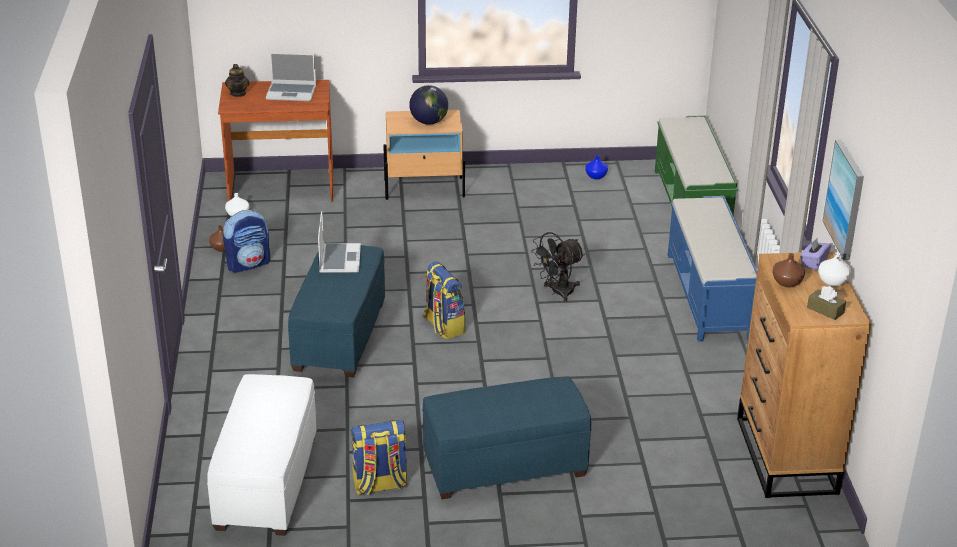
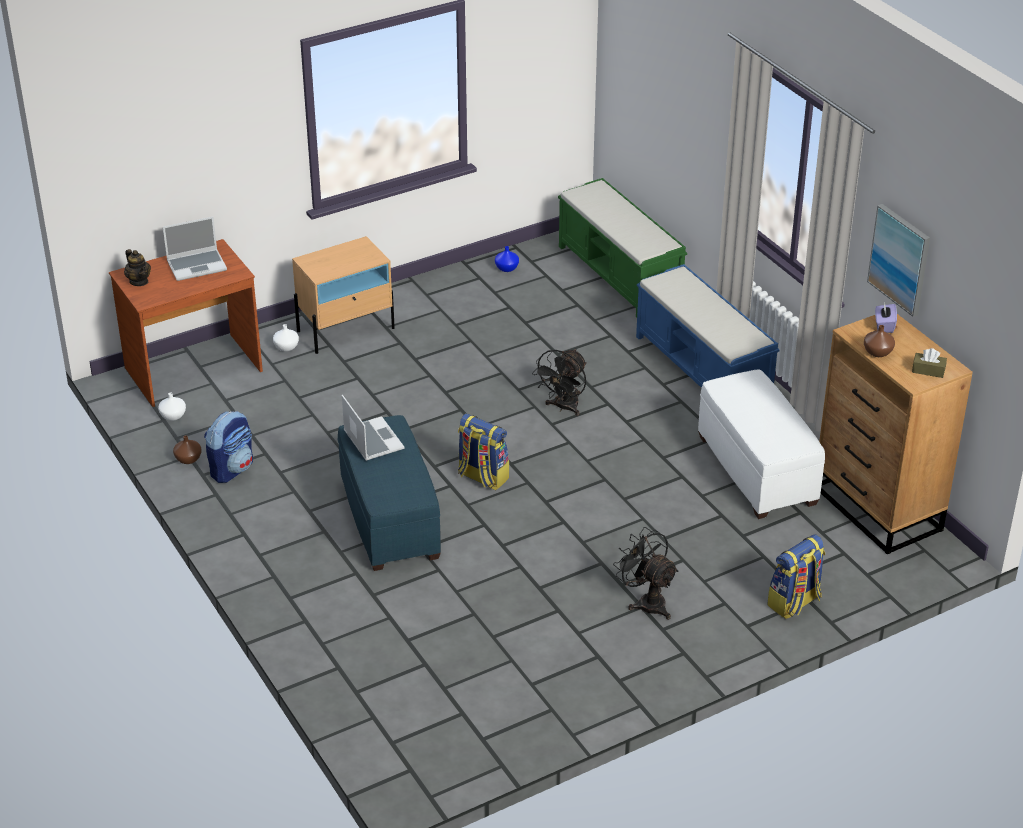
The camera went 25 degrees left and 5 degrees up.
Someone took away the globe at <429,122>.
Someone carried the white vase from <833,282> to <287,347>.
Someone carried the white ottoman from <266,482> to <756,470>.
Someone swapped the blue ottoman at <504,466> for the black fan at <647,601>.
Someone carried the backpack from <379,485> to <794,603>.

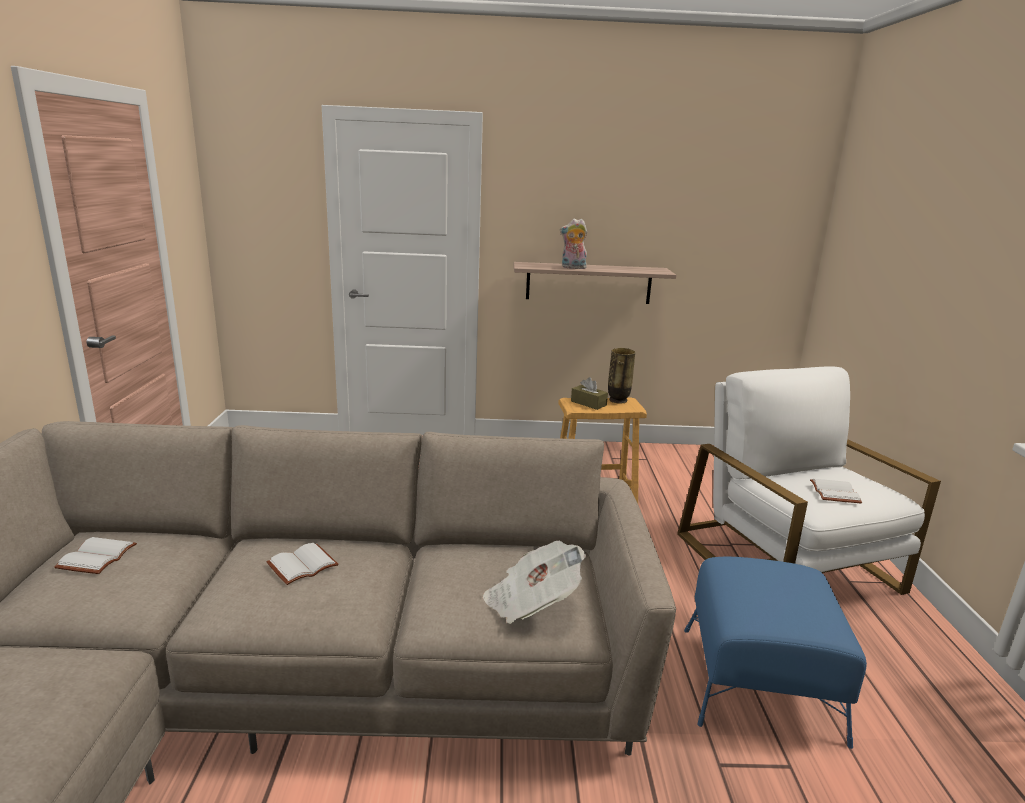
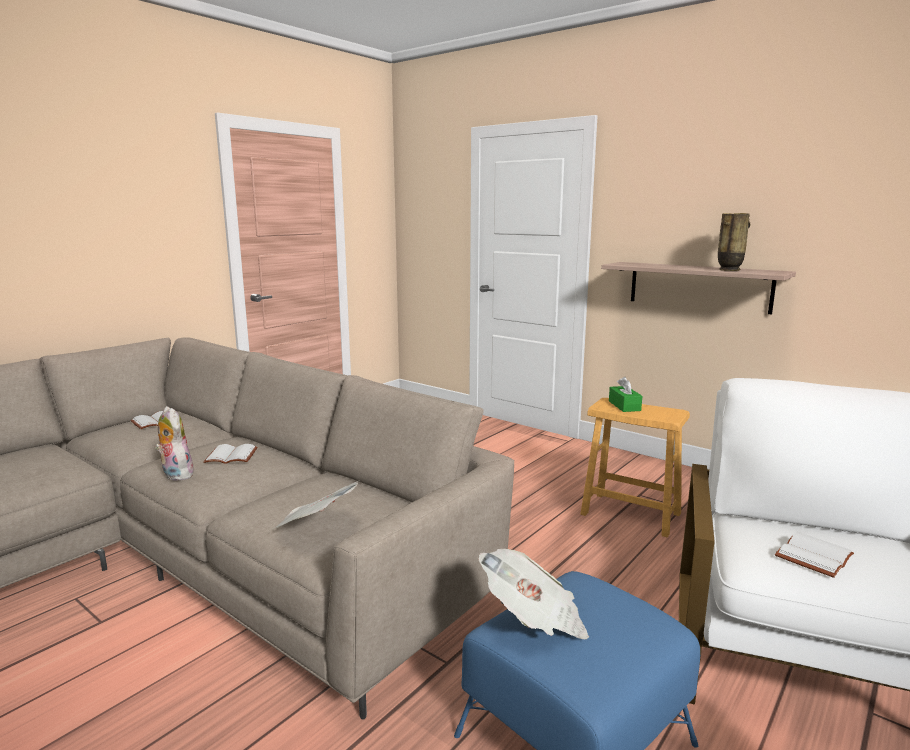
The camera went 40 degrees right and 5 degrees down.
Someone carried the plush toy from <572,268> to <175,474>.
Someone carried the vase from <618,400> to <729,270>.
Someone repainted the brown tissue box at <588,403>, which became the green tissue box at <624,406>.
Someone put down the newspaper at <534,619>.

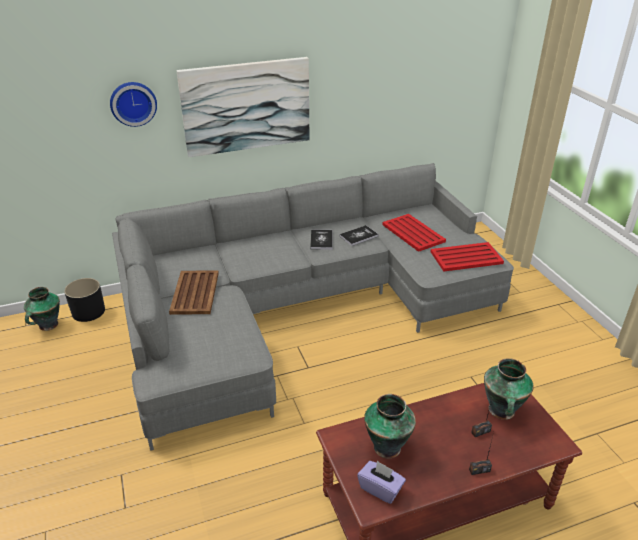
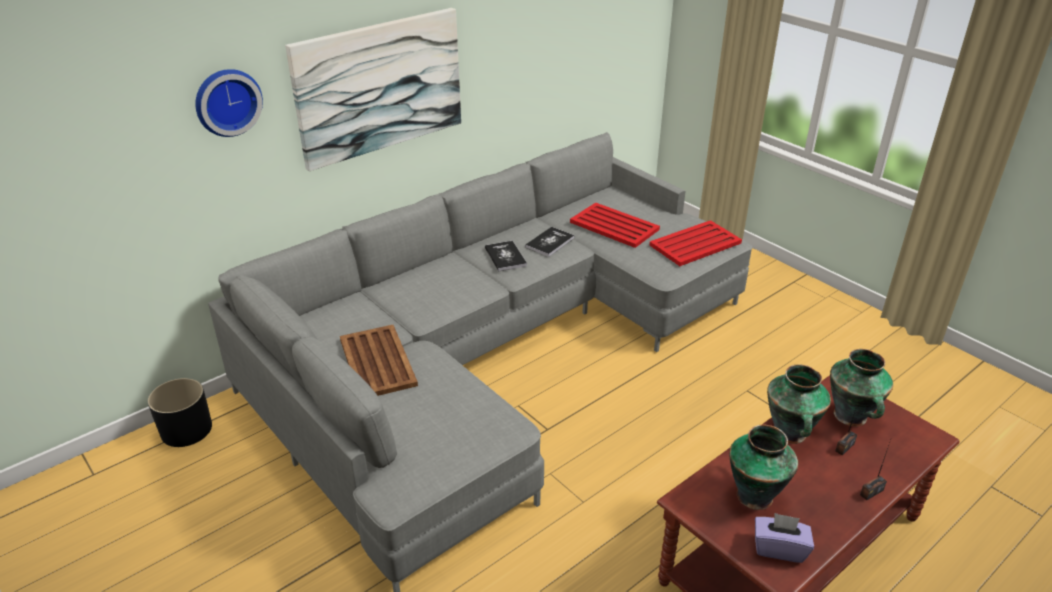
The camera went 20 degrees left and 0 degrees up.
Someone carried the vase from <47,325> to <790,434>.

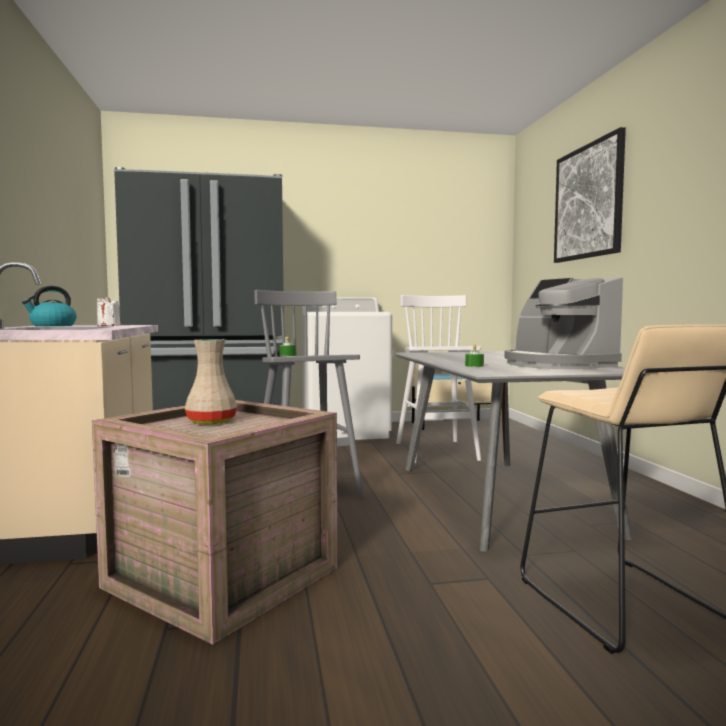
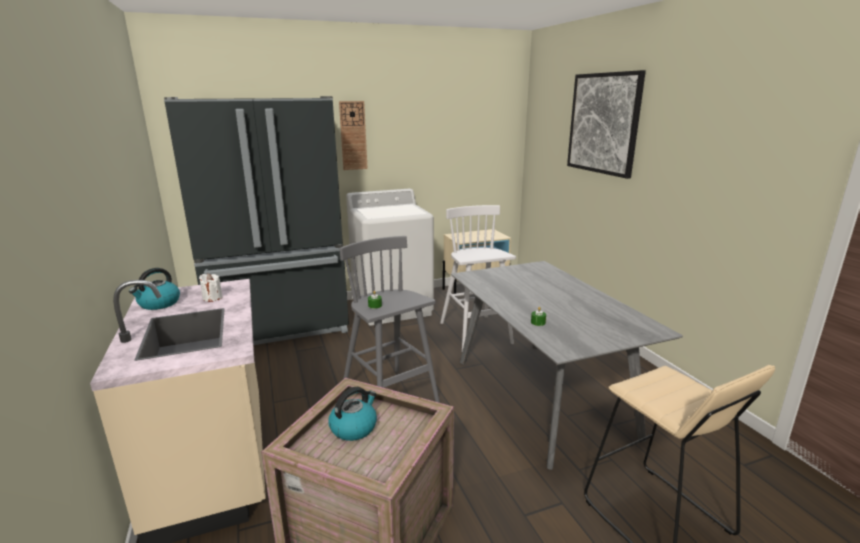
The camera went 10 degrees left and 15 degrees up.
Someone took away the coffee machine at <556,365>.
Someone swapped the beige vase at <210,421> for the kettle at <354,427>.
Someone put up the wall clock at <353,135>.

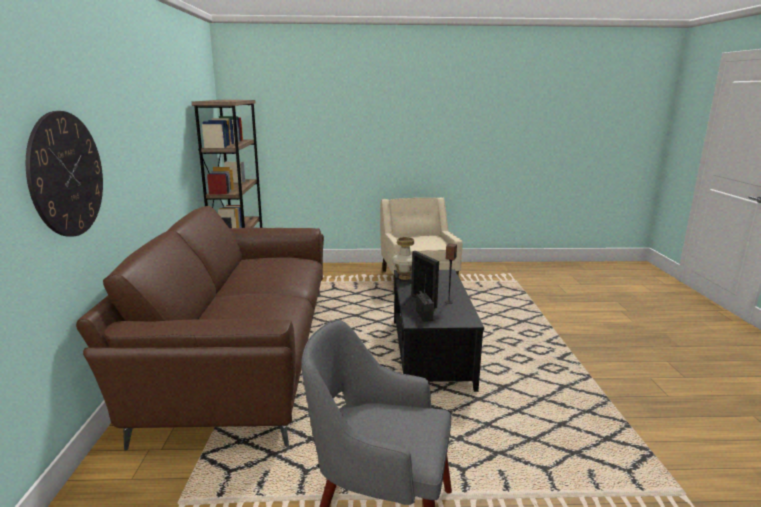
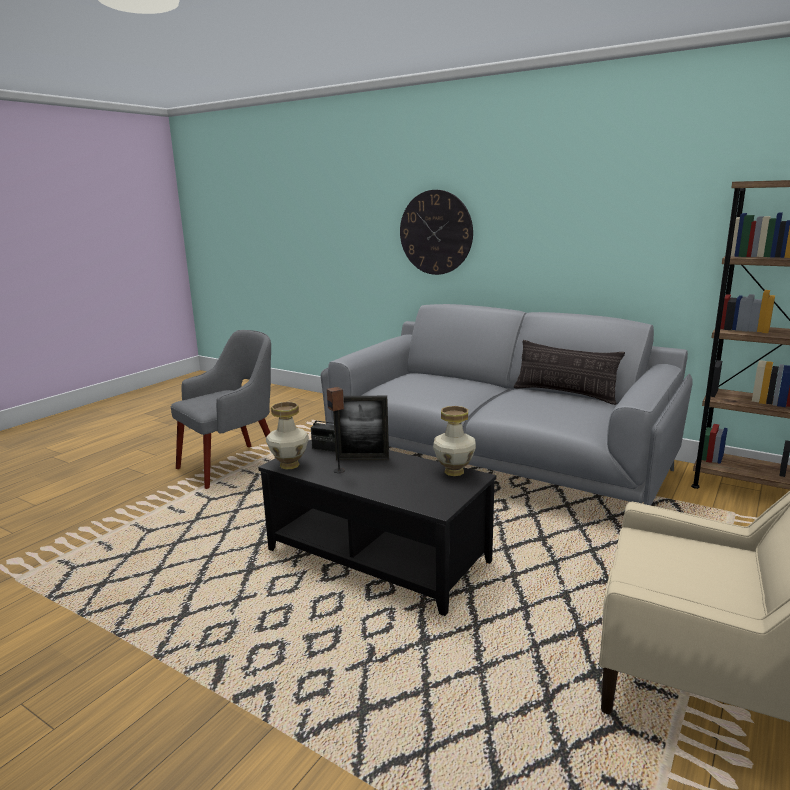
The camera went 125 degrees right and 0 degrees up.
Someone repainted the brown sofa at <242,352>, which became the grey sofa at <498,459>.
Someone put down the pillow at <565,394>.
Someone put down the vase at <289,465>.

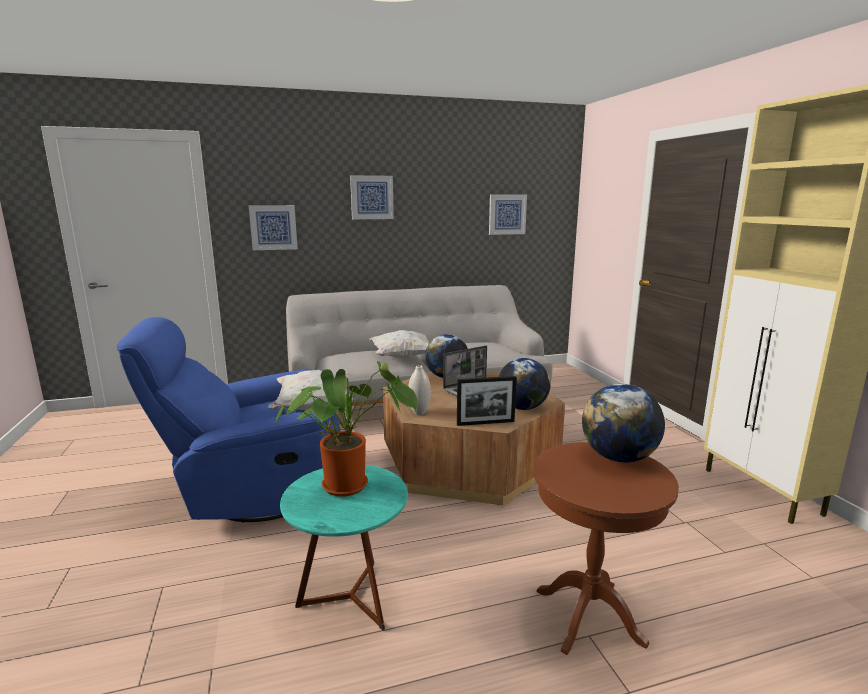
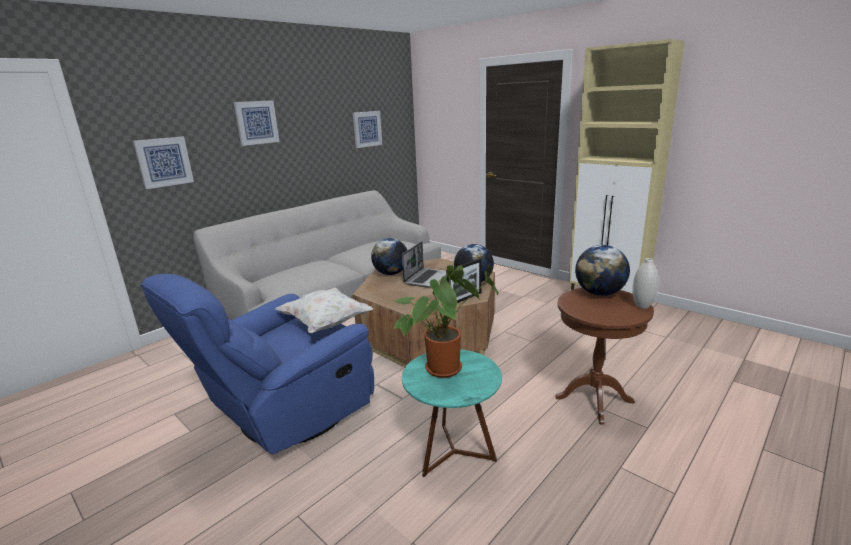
The camera went 30 degrees left and 5 degrees up.
Someone took away the white pillow at <402,357>.
Someone carried the white vase from <419,413> to <642,306>.

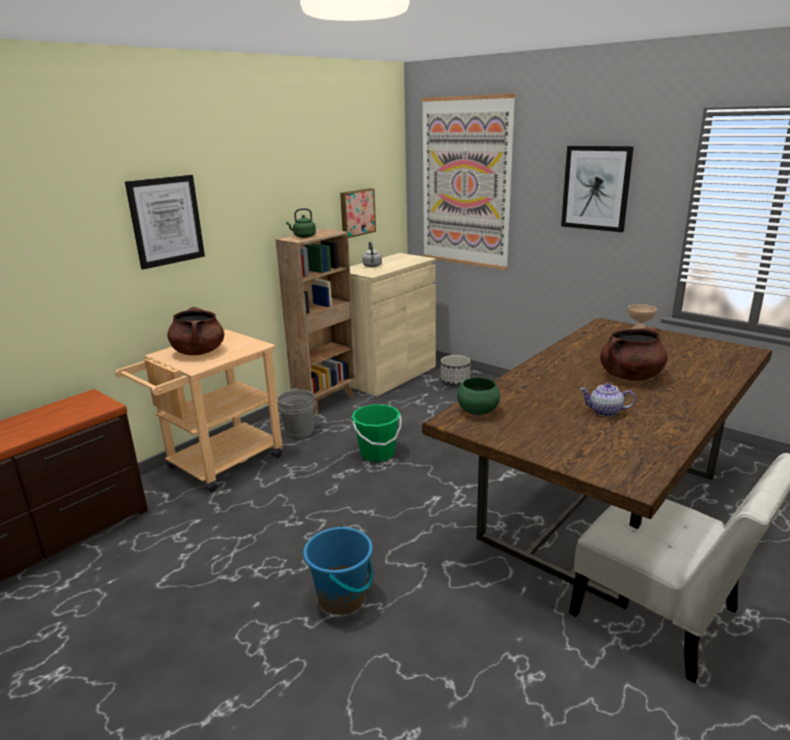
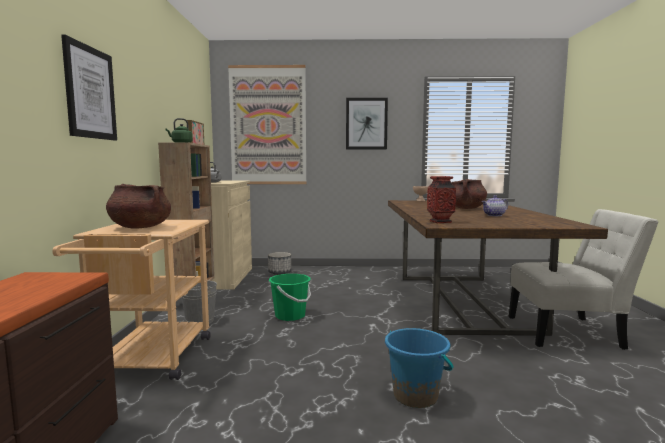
The camera went 40 degrees left and 15 degrees down.
Someone swapped the green bowl at <477,411> for the vase at <440,222>.

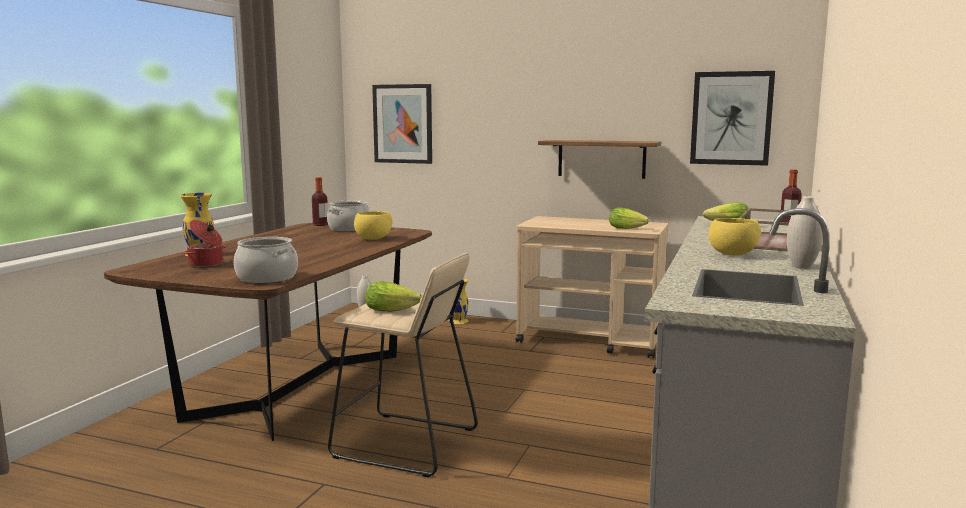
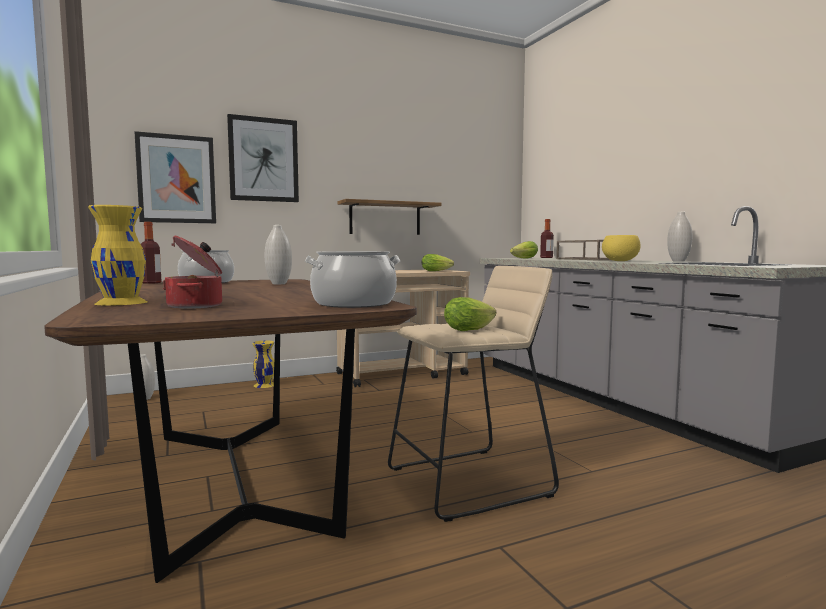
The camera went 45 degrees left and 5 degrees down.
Someone carried the picture from <731,118> to <263,160>.
Someone swapped the yellow bowl at <373,239> for the white vase at <279,284>.

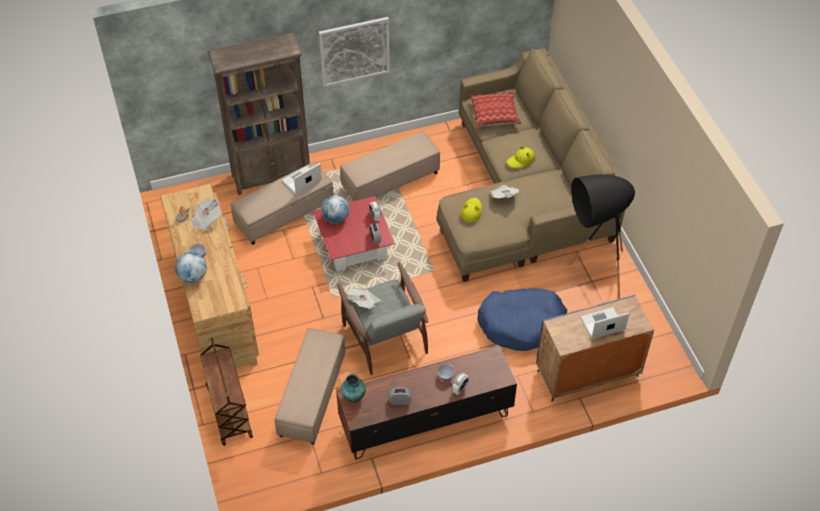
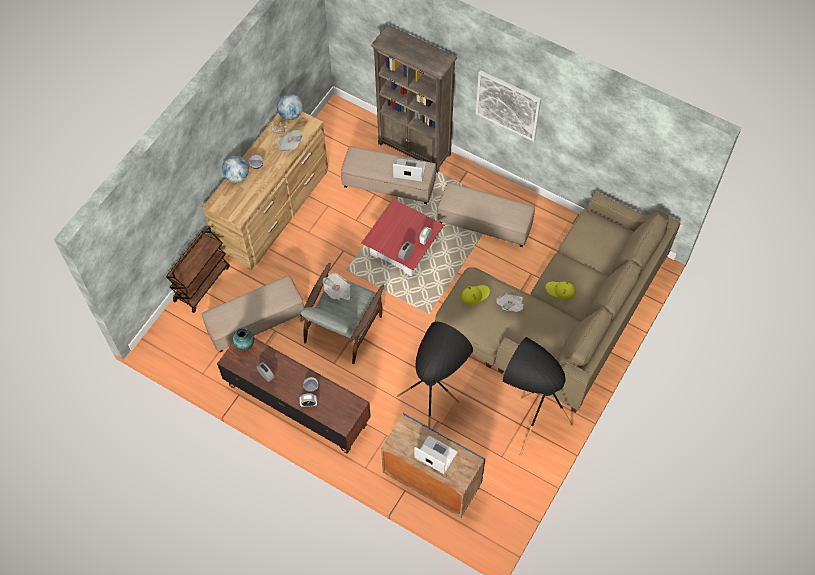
The camera went 50 degrees right and 10 degrees up.
Someone took away the pillow at <495,114>.
Someone carried the globe from <335,218> to <290,114>.
Someone swapped the blue dog bed at <521,324> for the black floor lamp at <435,405>.

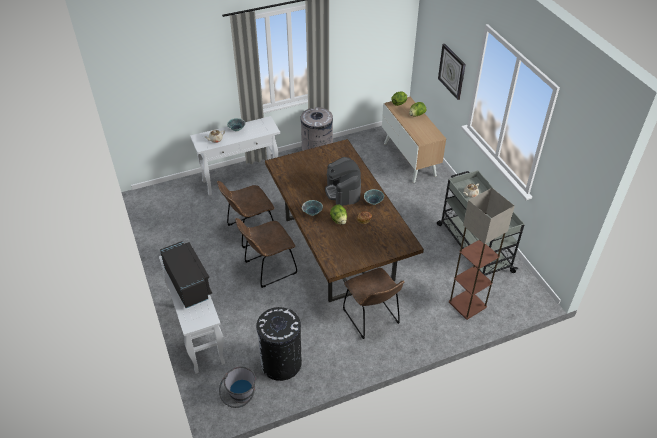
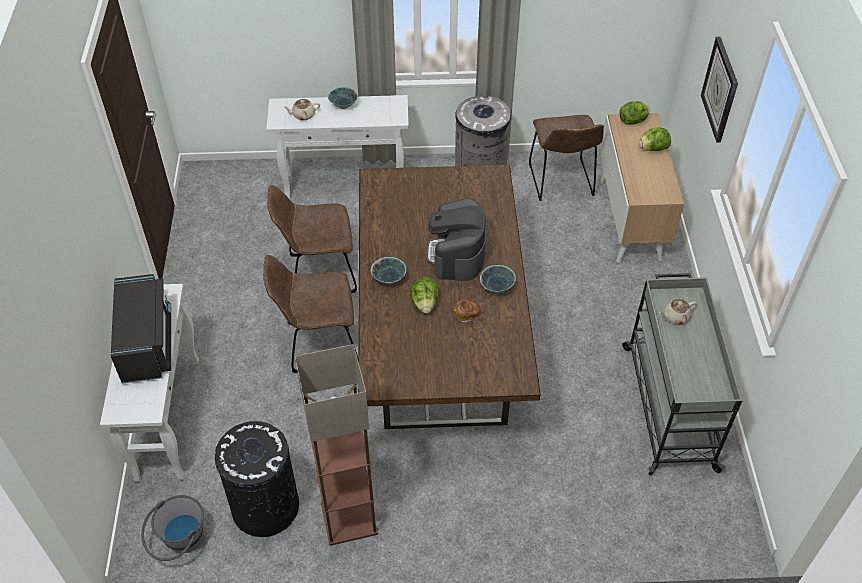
The camera went 20 degrees right and 5 degrees up.
Someone carried the floor lamp from <467,305> to <348,519>.
Someone carried the brown chair from <372,318> to <561,182>.

